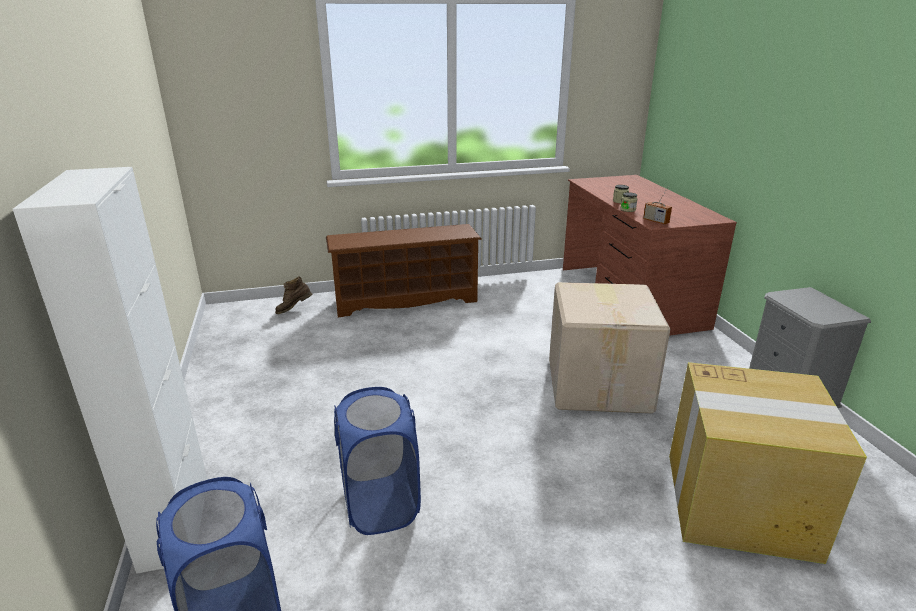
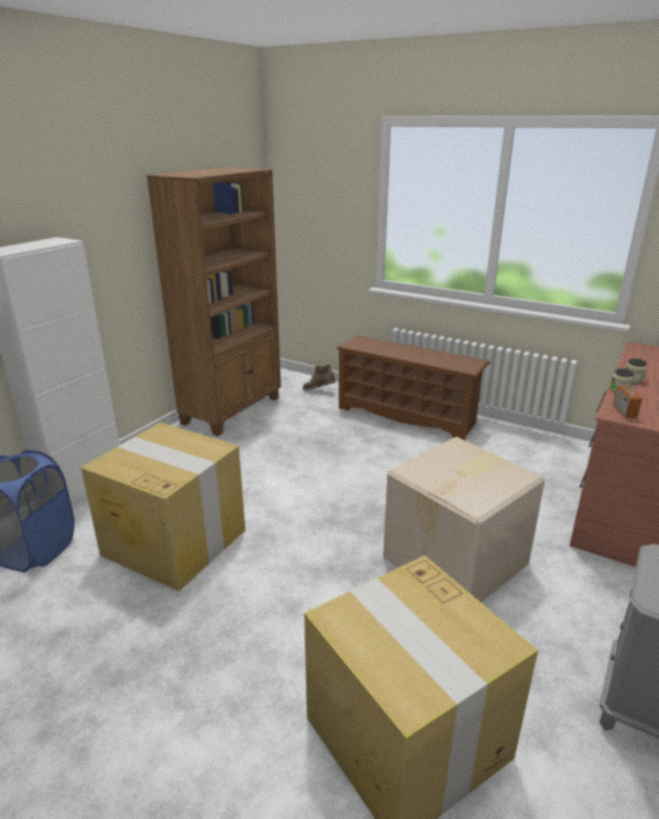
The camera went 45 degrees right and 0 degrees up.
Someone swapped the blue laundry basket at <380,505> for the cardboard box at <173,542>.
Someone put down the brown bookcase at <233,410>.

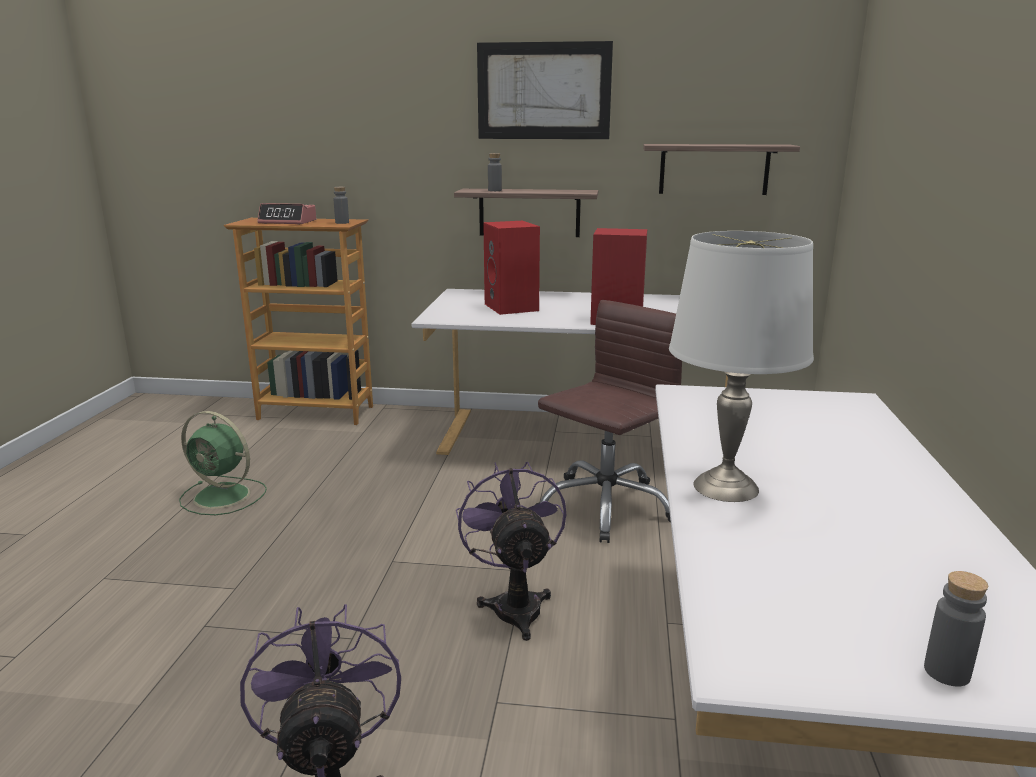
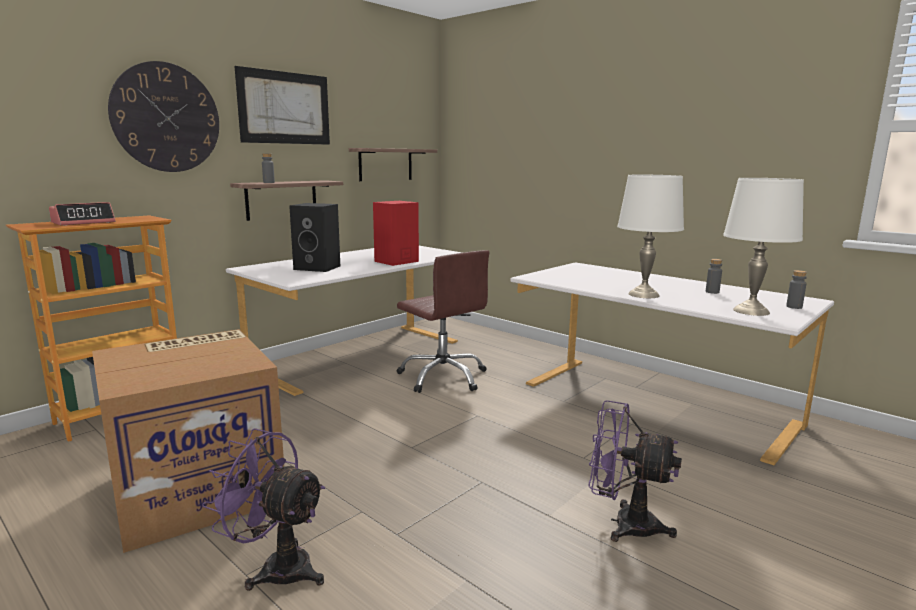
The camera went 55 degrees left and 5 degrees down.
Someone carried the grey bottle from <342,223> to <712,292>.
Someone repainted the red speaker at <513,307>, which became the black speaker at <318,267>.
Someone rotated the brown office chair at <605,506> by 150 degrees clockwise.
Someone swapped the green fan at <224,496> for the cardboard box at <198,487>.
Someone carried the purple fan from <515,604> to <277,567>.
Someone put up the wall clock at <166,118>.
Someone put down the white table lamp at <751,311>.

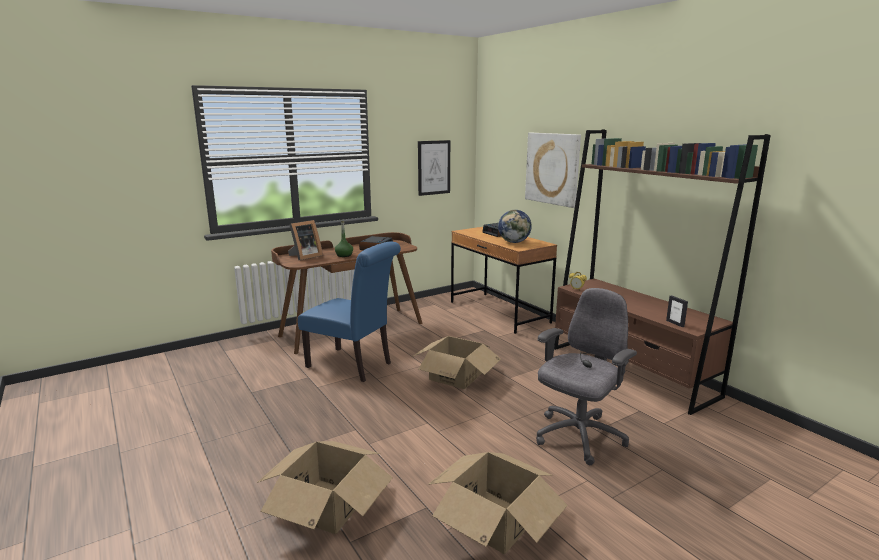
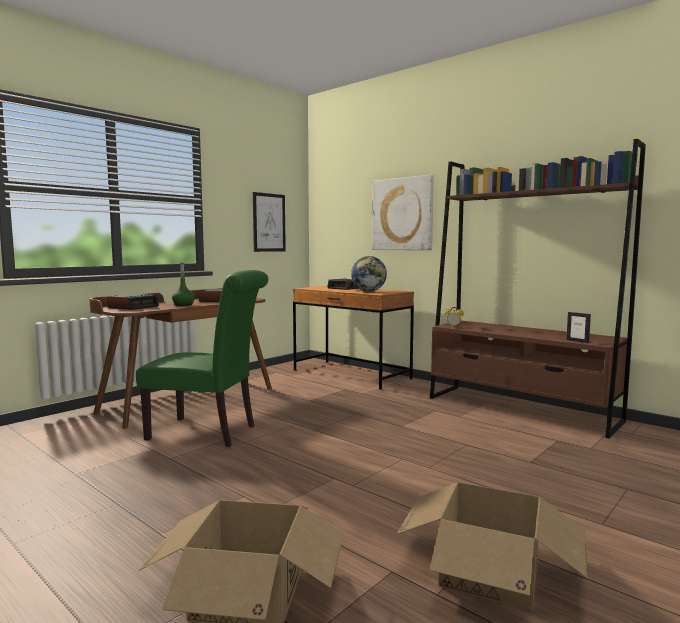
The camera went 15 degrees left and 10 degrees down.
Someone swapped the picture frame at <304,257> for the alarm clock at <133,307>.
Someone repainted the blue chair at <353,366>, which became the green chair at <208,432>.
Someone took away the grey office chair at <578,437>.
Someone took away the cardboard box at <456,376>.

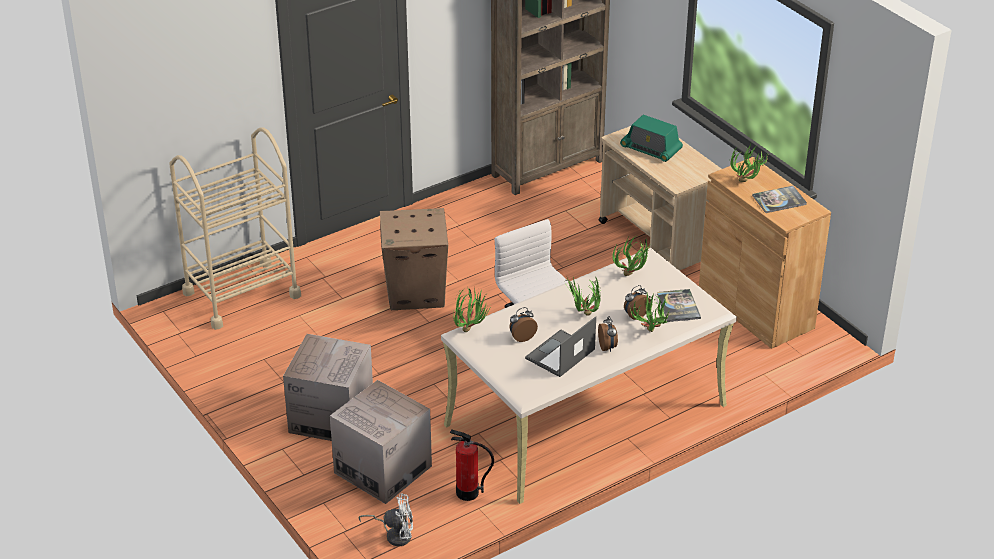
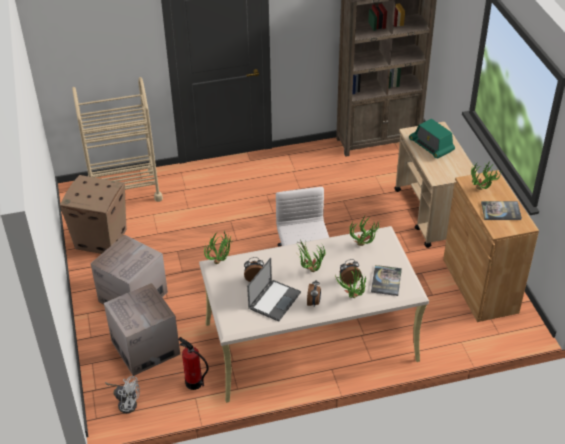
The camera went 20 degrees right and 5 degrees up.
Someone carried the cardboard box from <416,292> to <101,239>.
Someone rotated the laptop at <560,354> by 150 degrees clockwise.

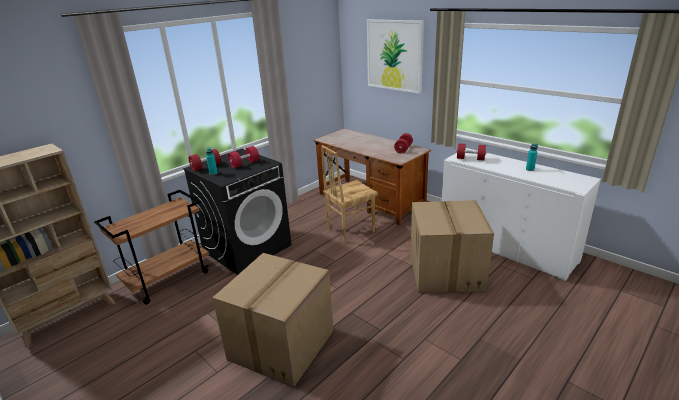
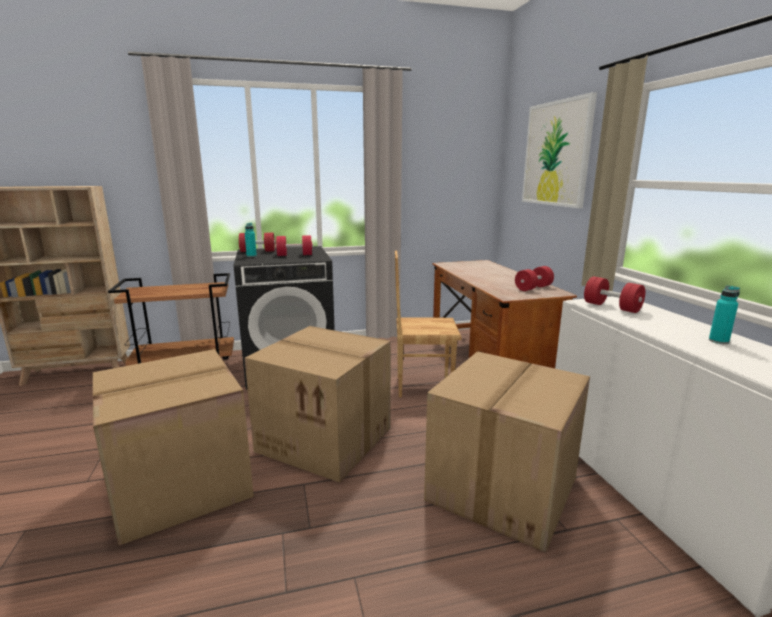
The camera went 30 degrees right and 10 degrees down.
Someone put down the cardboard box at <327,439>.

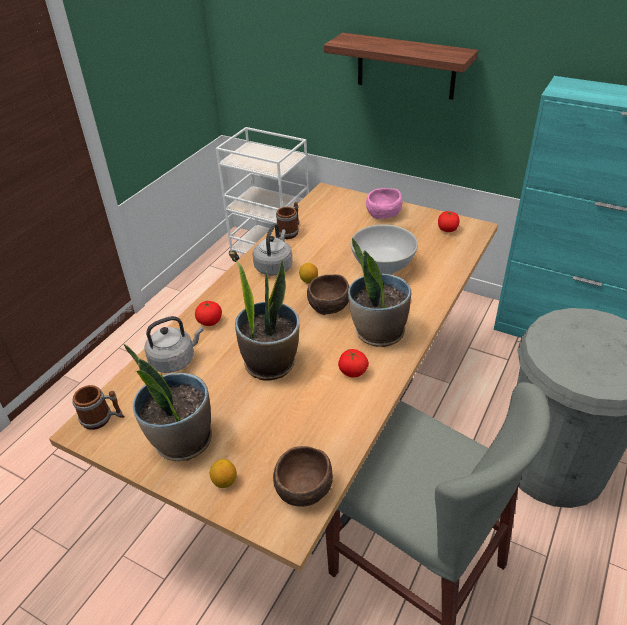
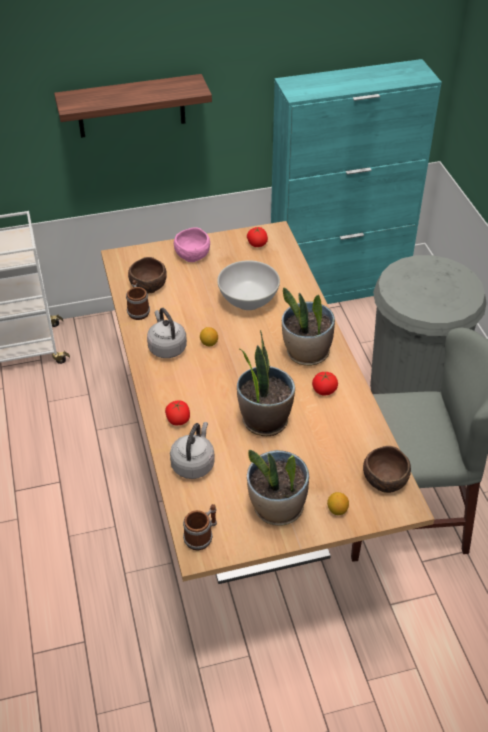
The camera went 45 degrees left and 5 degrees up.
Someone carried the brown bowl from <328,306> to <148,285>.

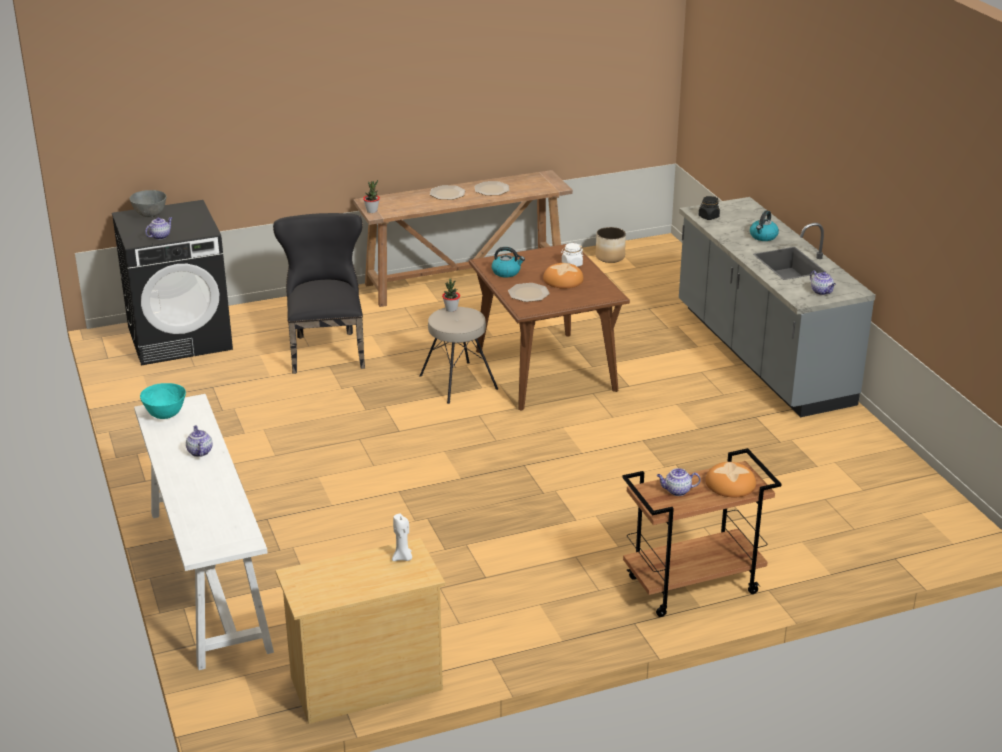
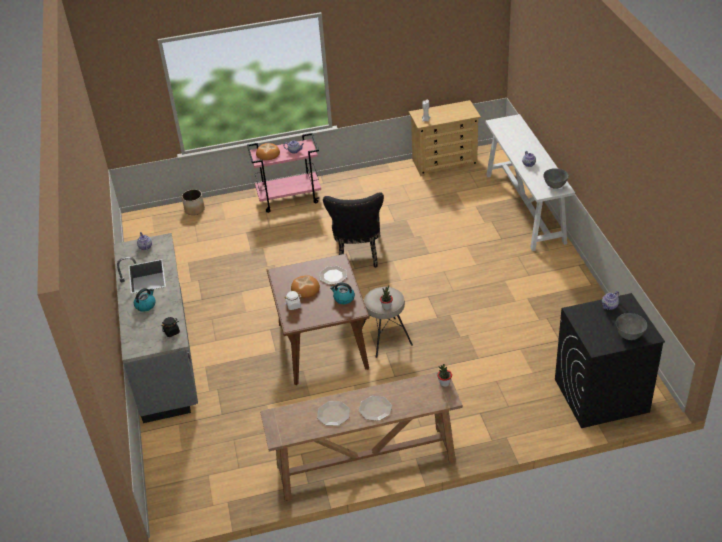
The camera went 170 degrees left and 10 degrees up.
Someone carried the black chair from <326,349> to <358,255>.
Someone carried the planter from <610,257> to <194,209>.
Someone repainted the turquoise bowl at <165,415>, which became the grey bowl at <555,186>.
Someone repainted the brown cart at <692,586>, which became the pink cart at <290,198>.

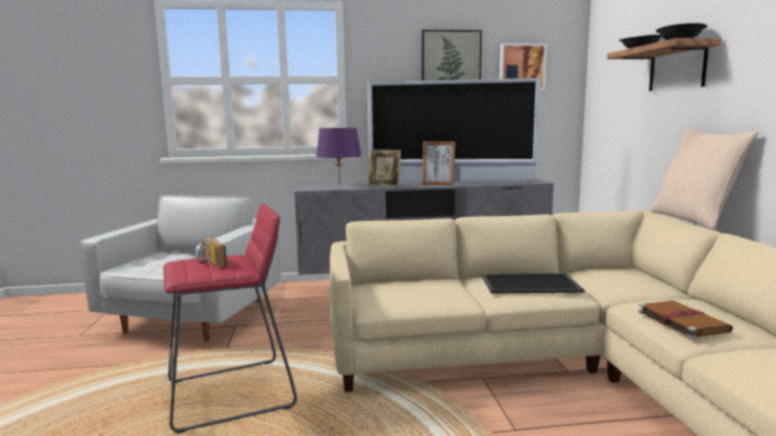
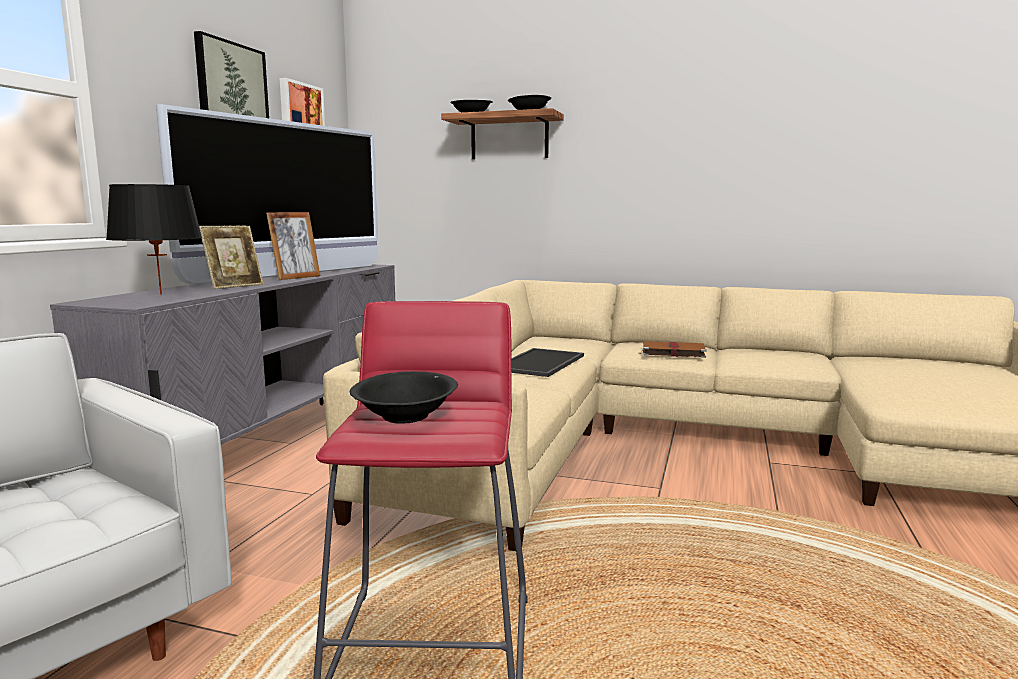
The camera went 65 degrees left and 0 degrees up.
Someone repainted the purple table lamp at <339,185>, which became the black table lamp at <160,294>.
Someone took away the beige pillow at <694,219>.
Someone swapped the radio at <210,262> for the black bowl at <406,416>.

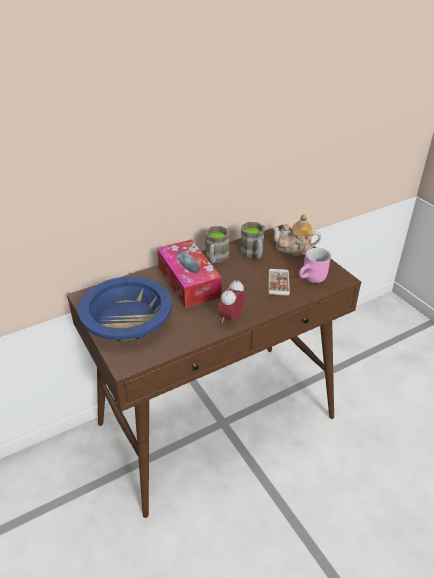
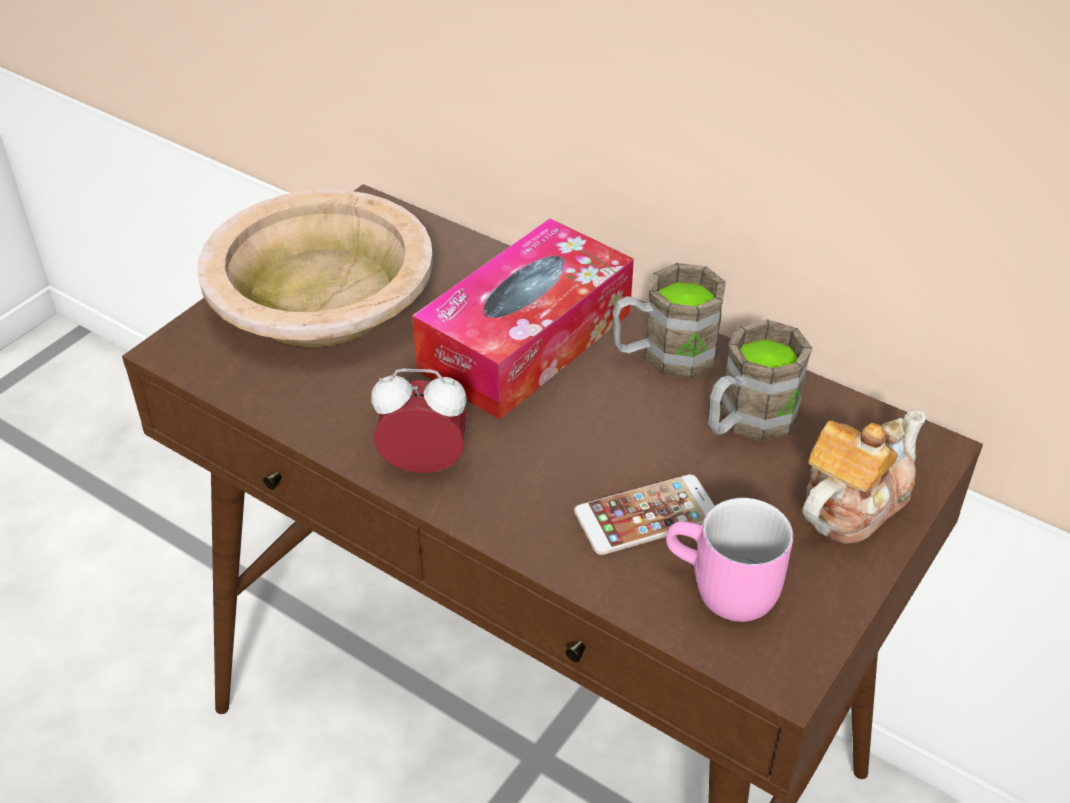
The camera went 65 degrees right and 5 degrees up.
Someone rotated the teapot at <294,249> by 60 degrees clockwise.
Someone repainted the blue bowl at <127,320>, which became the beige bowl at <321,298>.

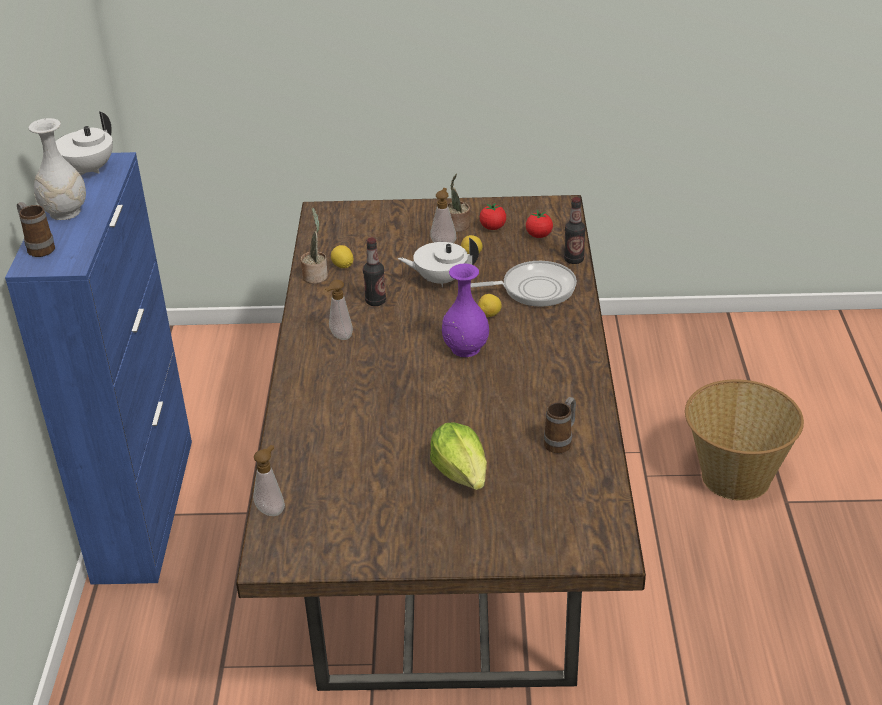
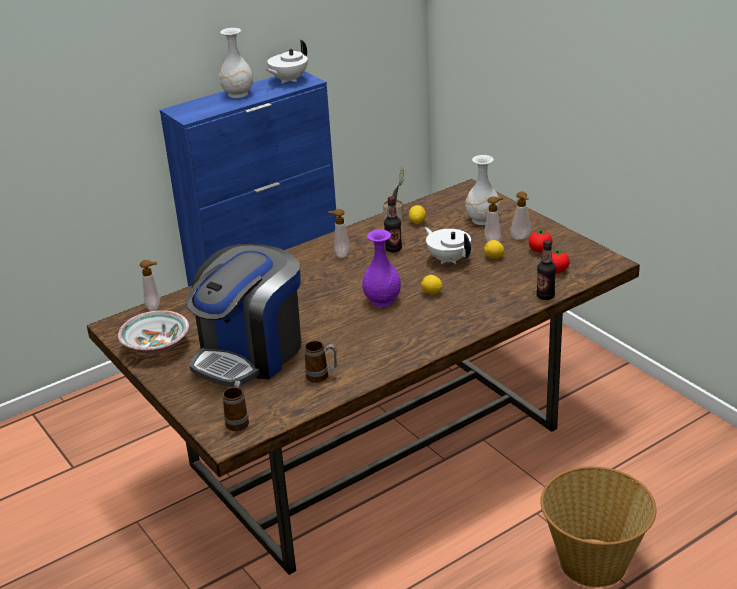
The camera went 55 degrees right and 5 degrees down.
Someone rotated the white teapot at <87,170> by 45 degrees counterclockwise.
Someone swapped the potted plant at <457,226> for the soap dispenser at <521,238>.
Someone carried the mug from <38,248> to <239,421>.
Someone took away the frying pan at <534,289>.
Someone swapped the lettuce at <462,473> for the coffee machine at <250,353>.
Someone put down the white vase at <482,220>.
Someone put down the bowl at <155,346>.

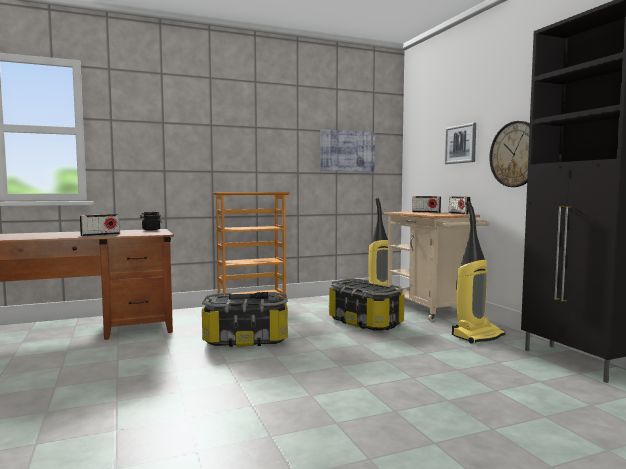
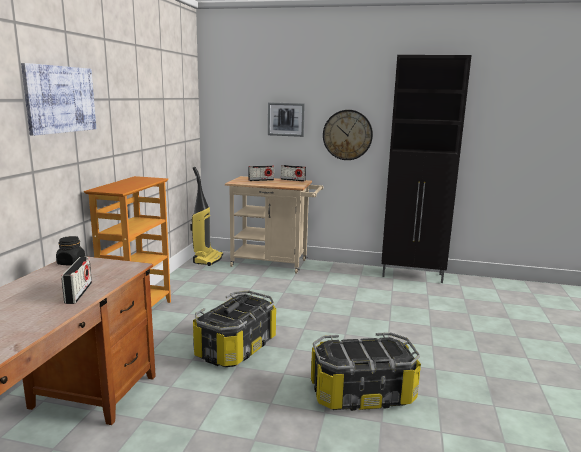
The camera went 55 degrees left and 10 degrees up.
Someone carried the picture from <347,151> to <60,99>.
Someone took away the vacuum cleaner at <477,336>.
Someone carried the storage box from <365,322> to <362,393>.

